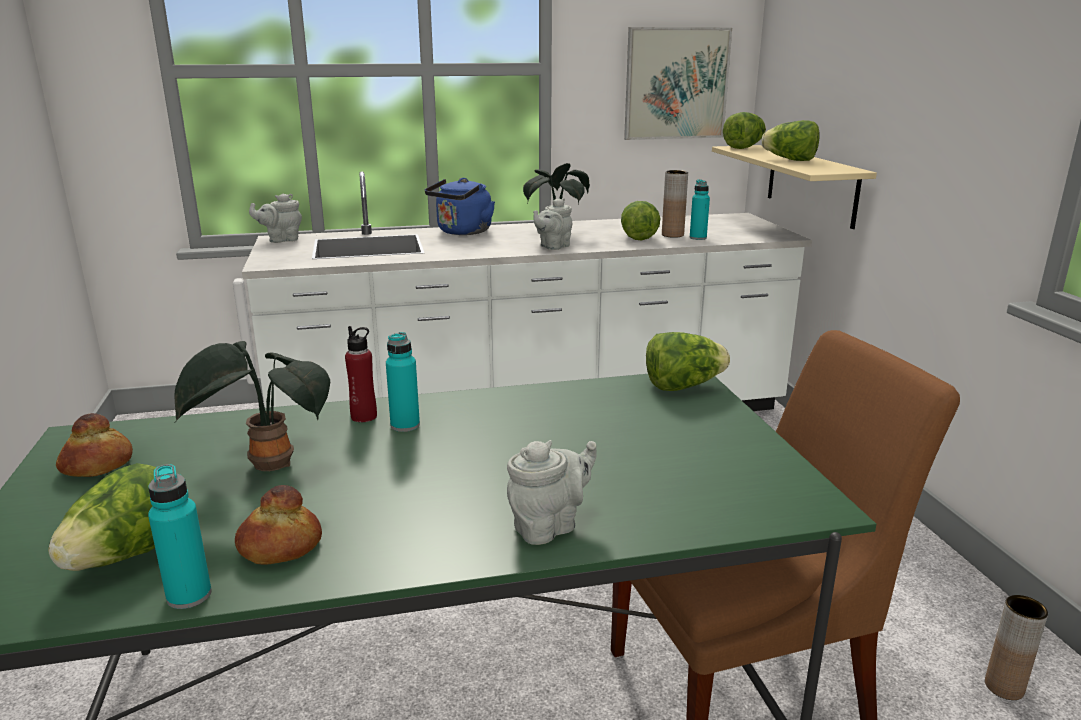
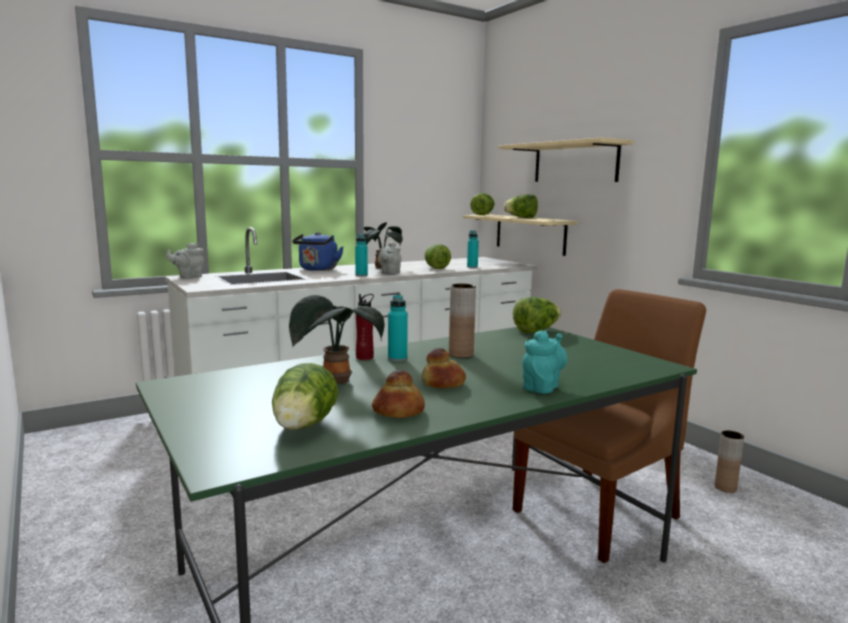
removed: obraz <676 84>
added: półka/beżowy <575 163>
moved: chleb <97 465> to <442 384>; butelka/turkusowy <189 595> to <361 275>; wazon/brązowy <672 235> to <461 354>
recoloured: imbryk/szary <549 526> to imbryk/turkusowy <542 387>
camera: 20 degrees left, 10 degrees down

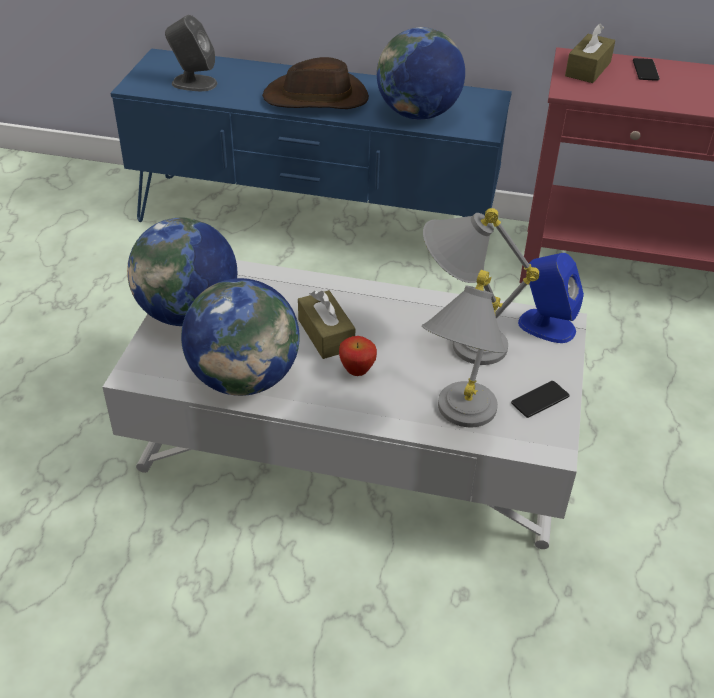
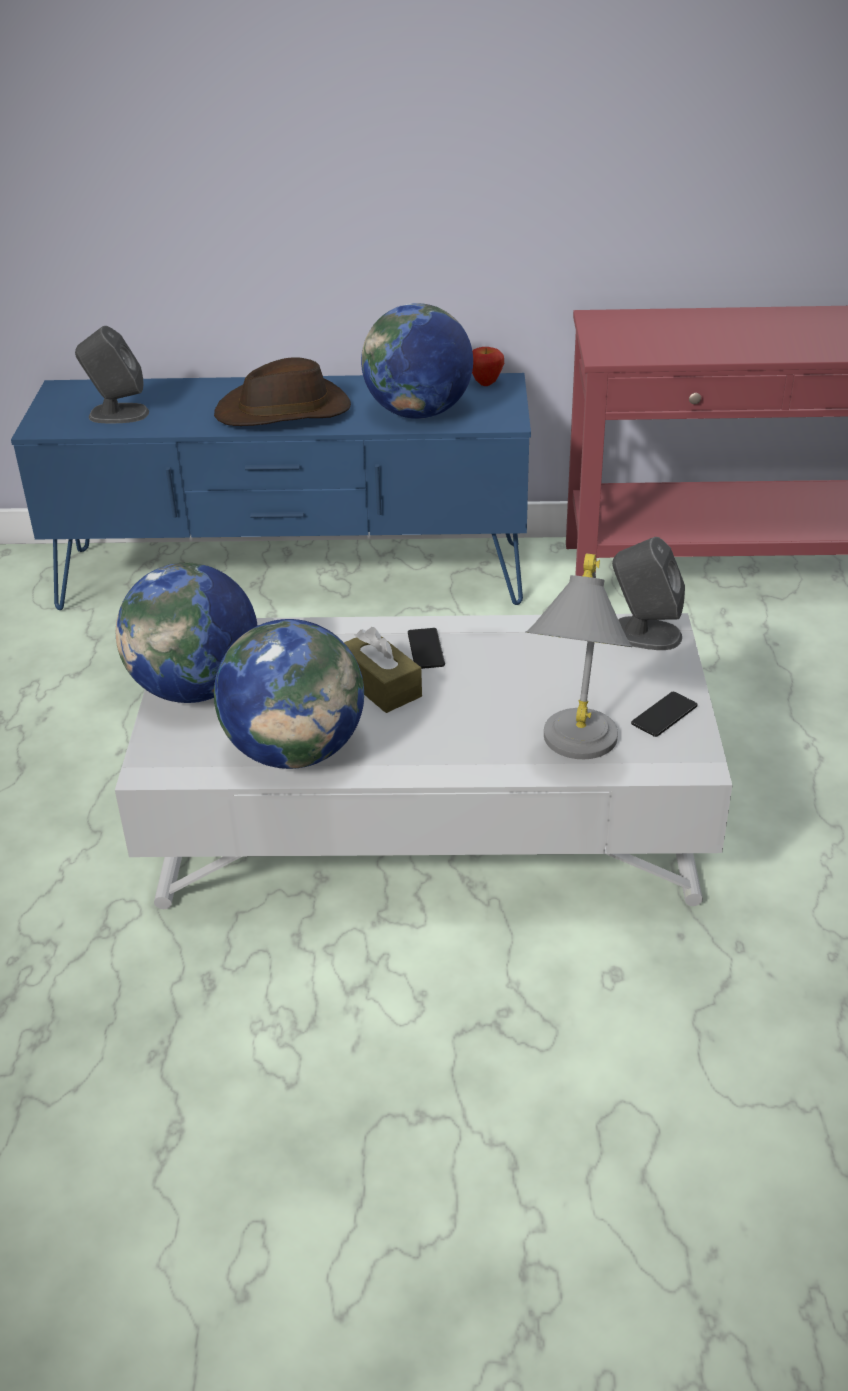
removed: lampa stołowa/szary <458 343>; pudełko chusteczek/brązowy <588 69>
moved: jabłko <357 372> to <486 383>; telefon <645 70> to <426 649>
recoloured: głośnik/niebieski <546 326> to głośnik/szary <644 634>
camera: 10 degrees left, 5 degrees down

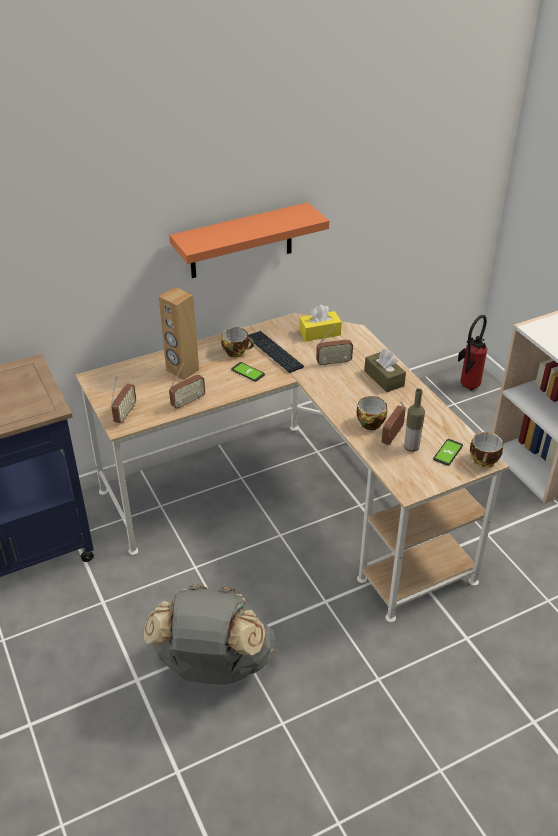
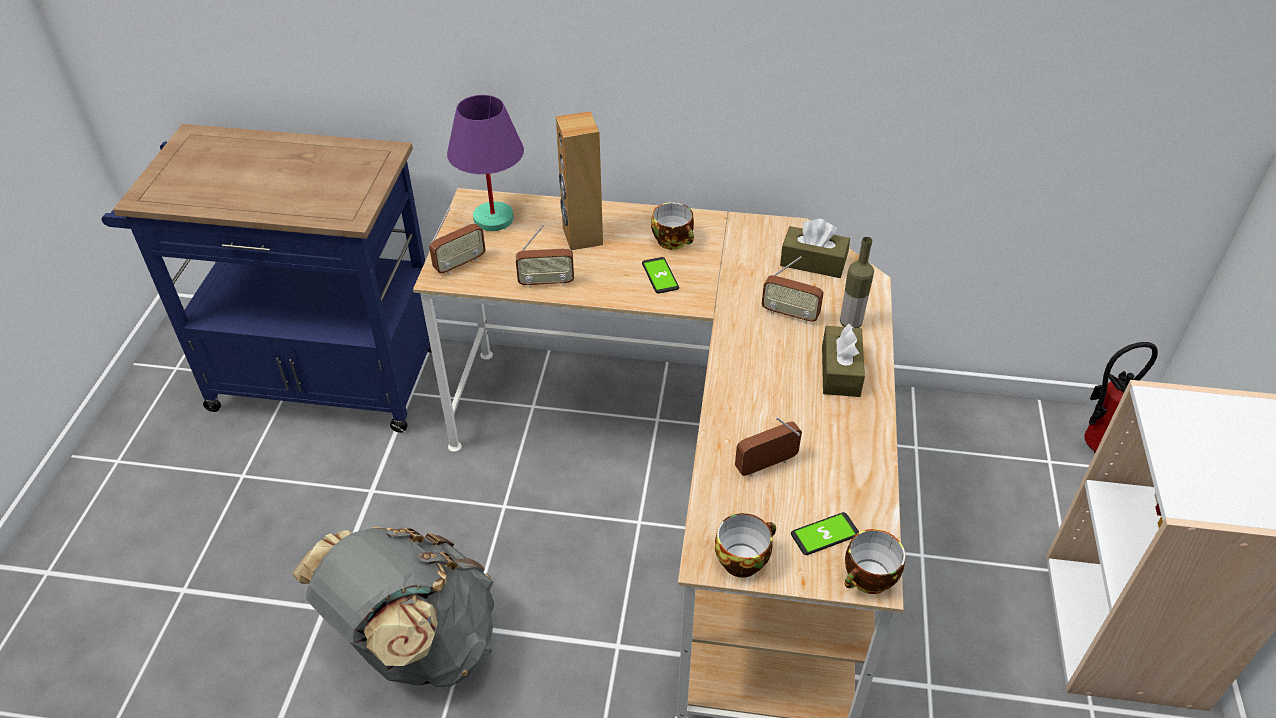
removed: półka/pomarańczowy <241 241>; klawiatura <274 352>
added: lampa stołowa/fioletowy <494 218>
moved: filiżanka <370 422> to <743 558>; butelka <411 447> to <850 323>
recoloured: pudełko chusteczek/żółty <319 333> to pudełko chusteczek/brązowy <813 262>
camera: 35 degrees right, 5 degrees up

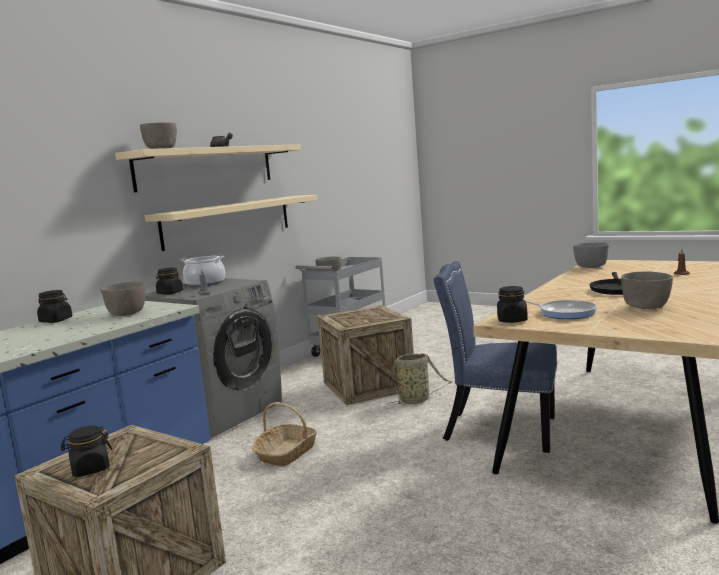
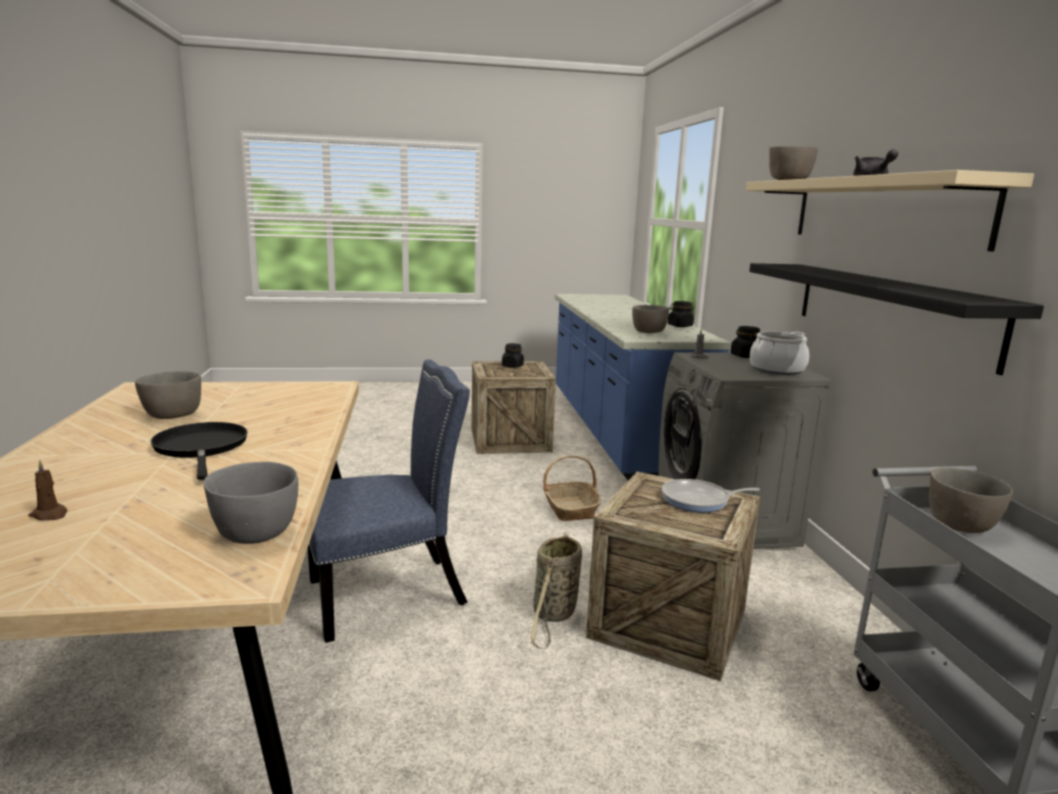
removed: słoik/czarny <512 320>
moved: patelnia <564 313> to <699 500>
recoloured: półka/beżowy <229 221> to półka/czarny <887 309>
camera: 135 degrees right, 5 degrees up

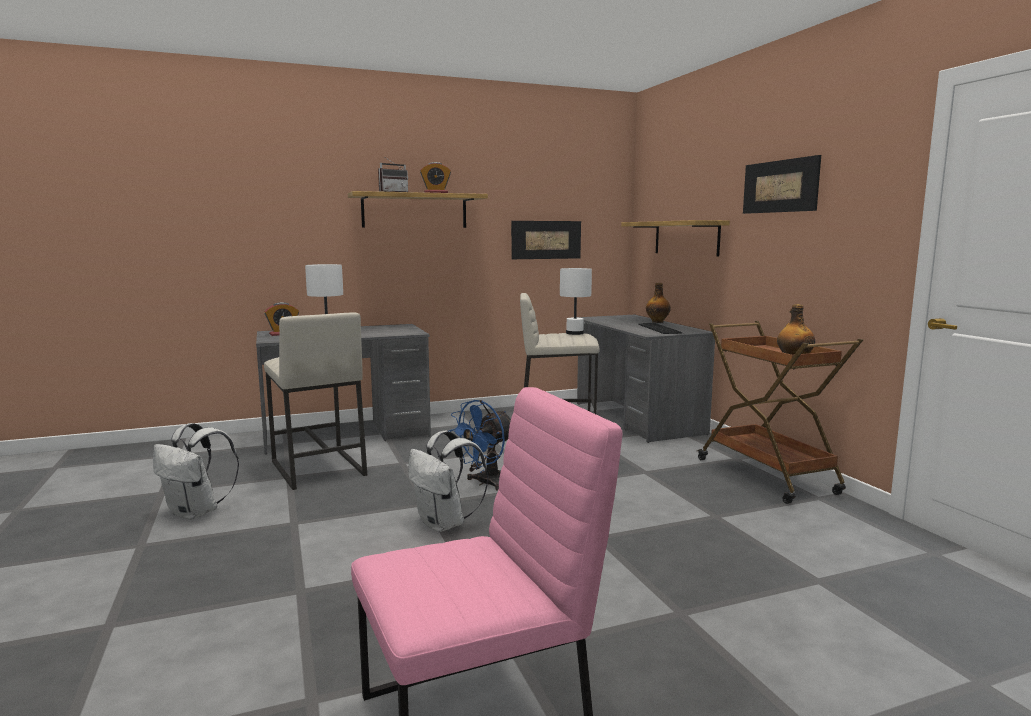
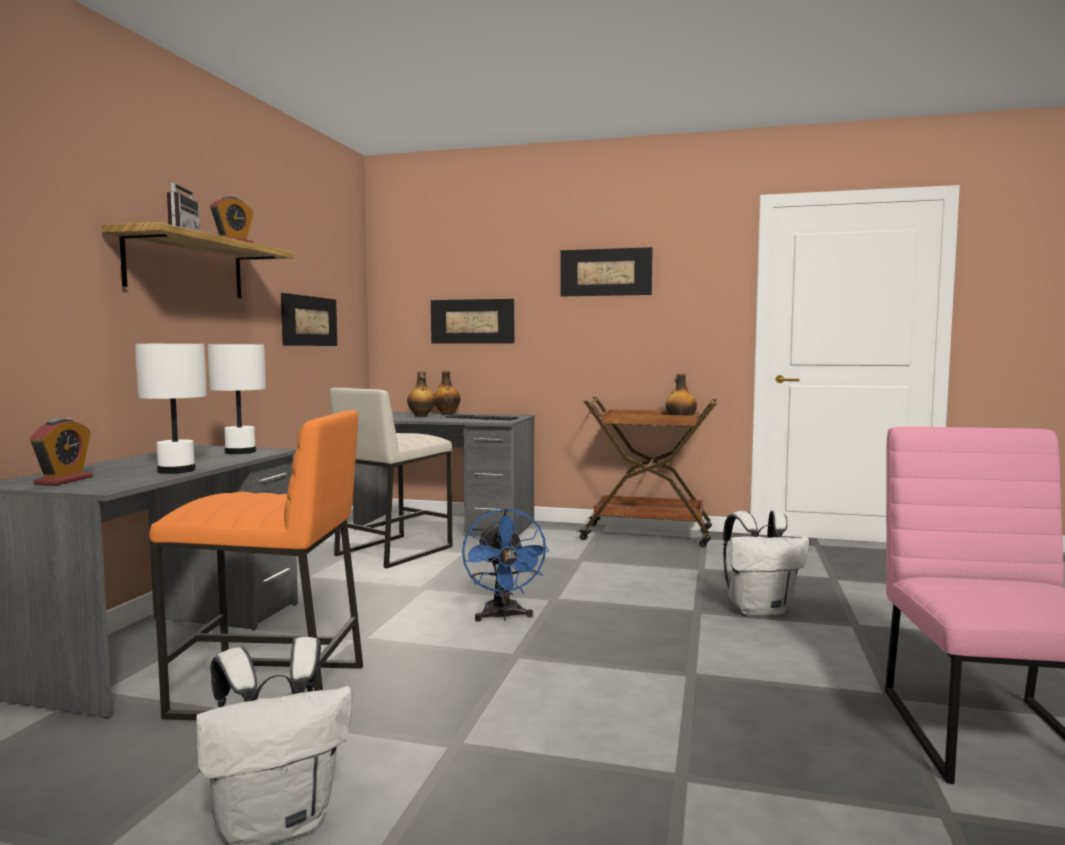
added: butelka <421 416>
moved: plecak/biały <444 524> to <760 610>; lampa stołowa/biały <574 333> to <240 452>
replaced: półka <686 238> to obraz <472 321>
recoloured: stołek/beżowy <318 468> to stołek/pomarańczowy <270 690>
camera: 55 degrees left, 5 degrees down

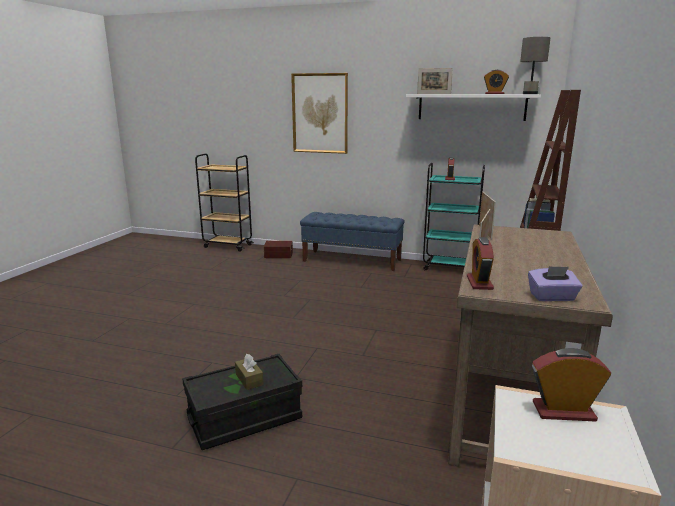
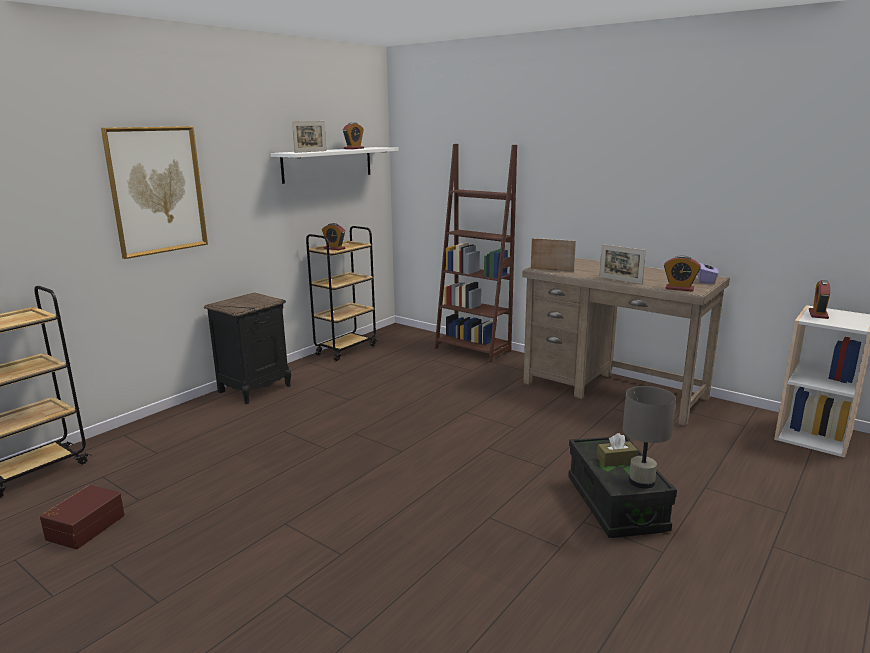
moved: pojemnik do przechowywania/brązowy <278 254> to <84 527>; lampa stołowa/szary <529 94> to <641 481>
replaced: ławka/niebieski <352 260> to szafka nocna/czarny <255 389>
recoloured: wózek/turkusowy <450 268> to wózek/brązowy <346 350>
camera: 70 degrees left, 0 degrees up

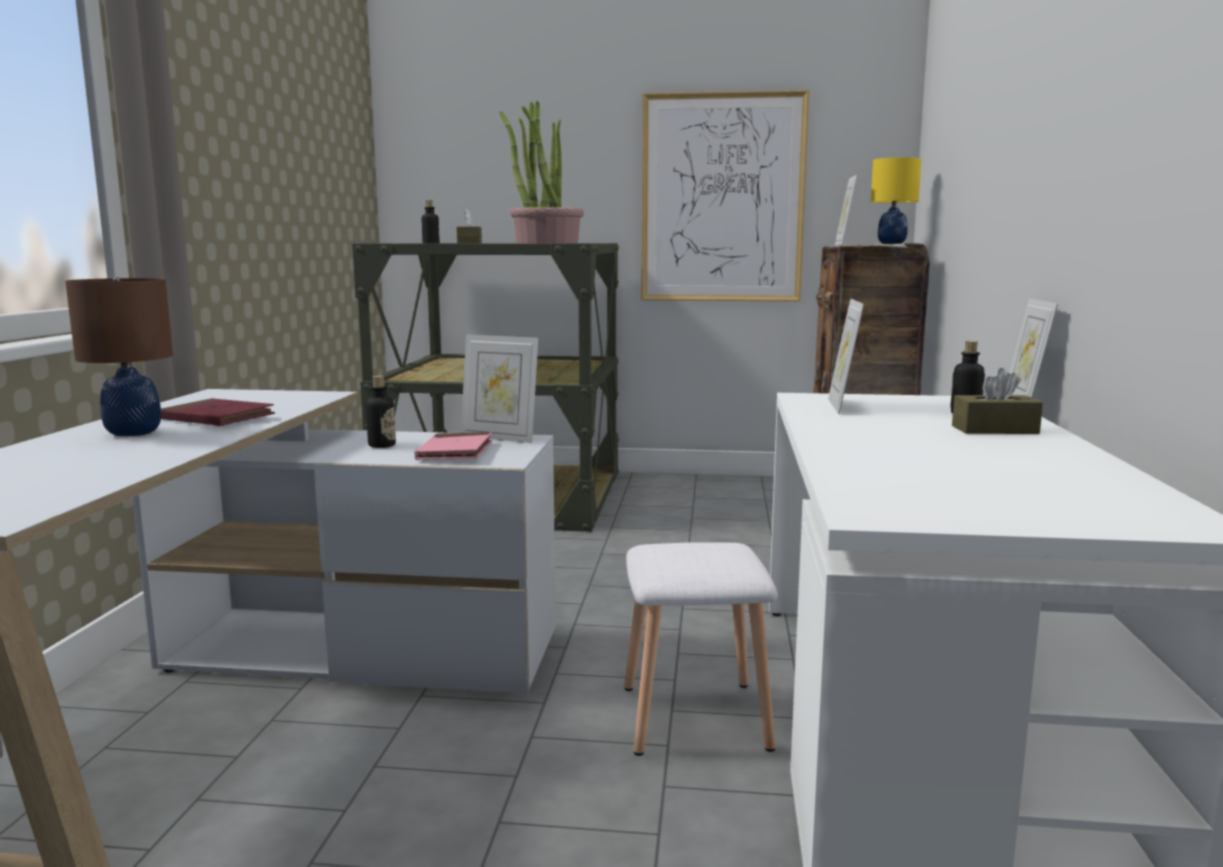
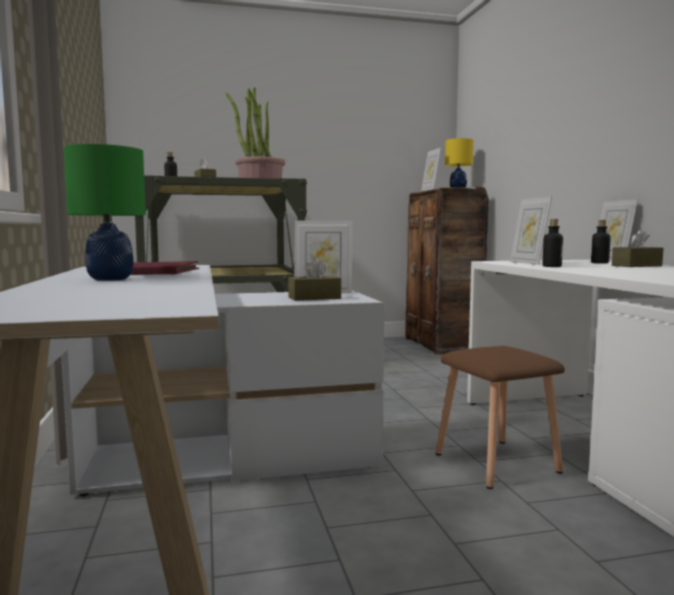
removed: obraz <722 198>
moved: butelka <382 445> to <552 266>
replaced: książka/różowy <455 452> to pudełko chusteczek/brązowy <314 298>
recoloured: lampa stołowa/brązowy <135 434> to lampa stołowa/zielony <112 279>; stołek/biały <696 718> to stołek/brązowy <498 463>
camera: 20 degrees left, 5 degrees down

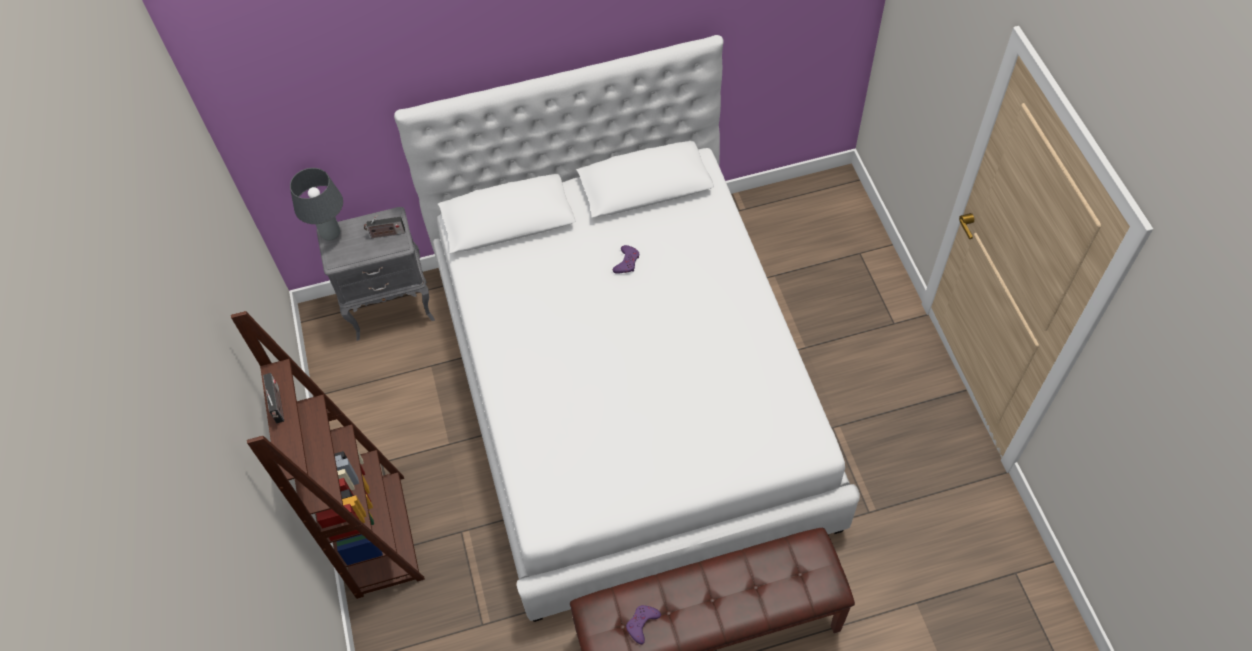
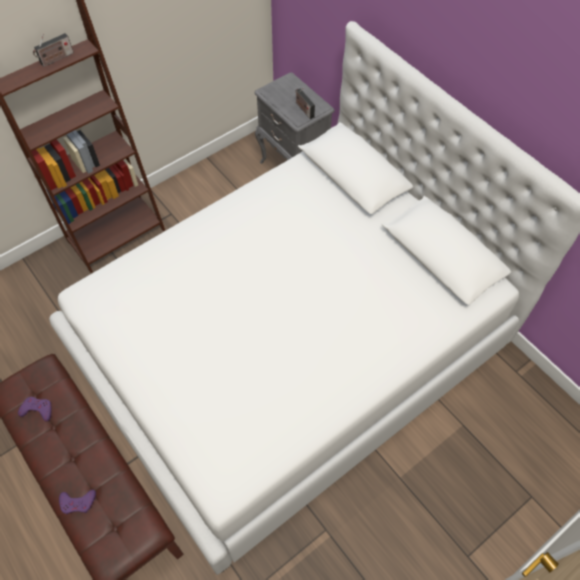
removed: lampa stołowa/szary <330 233>
moved: pad do gier/fioletowy <626 262> to <78 502>
camera: 65 degrees right, 0 degrees up

